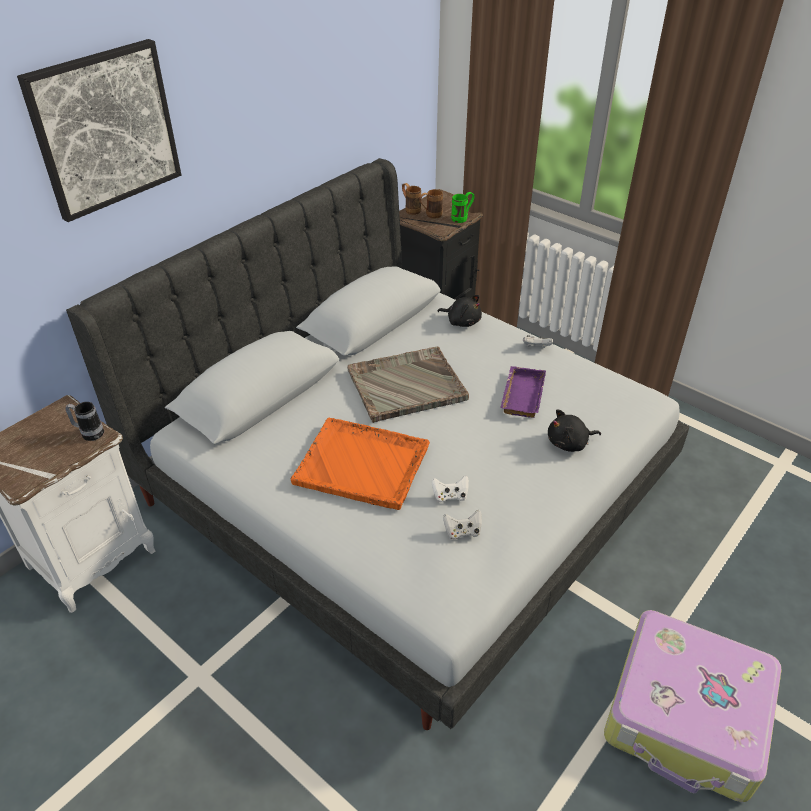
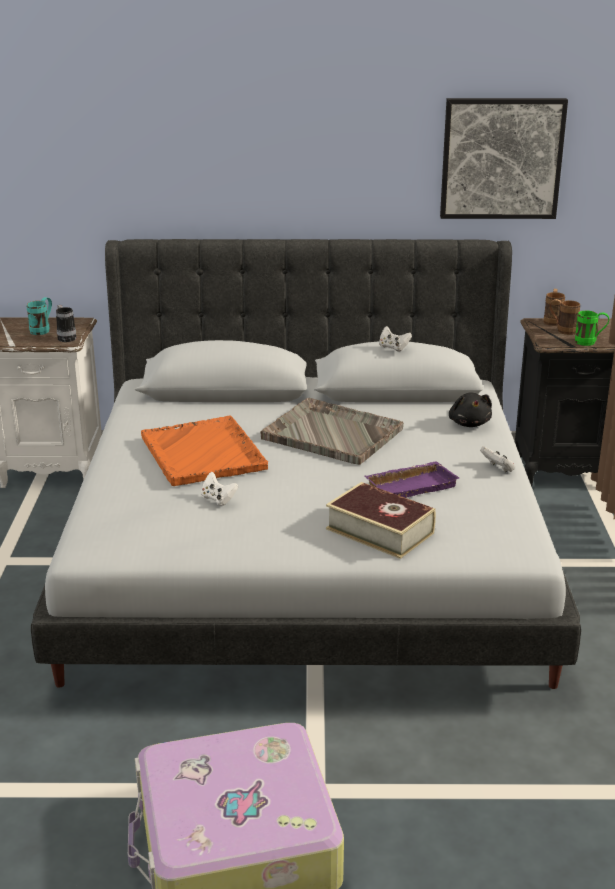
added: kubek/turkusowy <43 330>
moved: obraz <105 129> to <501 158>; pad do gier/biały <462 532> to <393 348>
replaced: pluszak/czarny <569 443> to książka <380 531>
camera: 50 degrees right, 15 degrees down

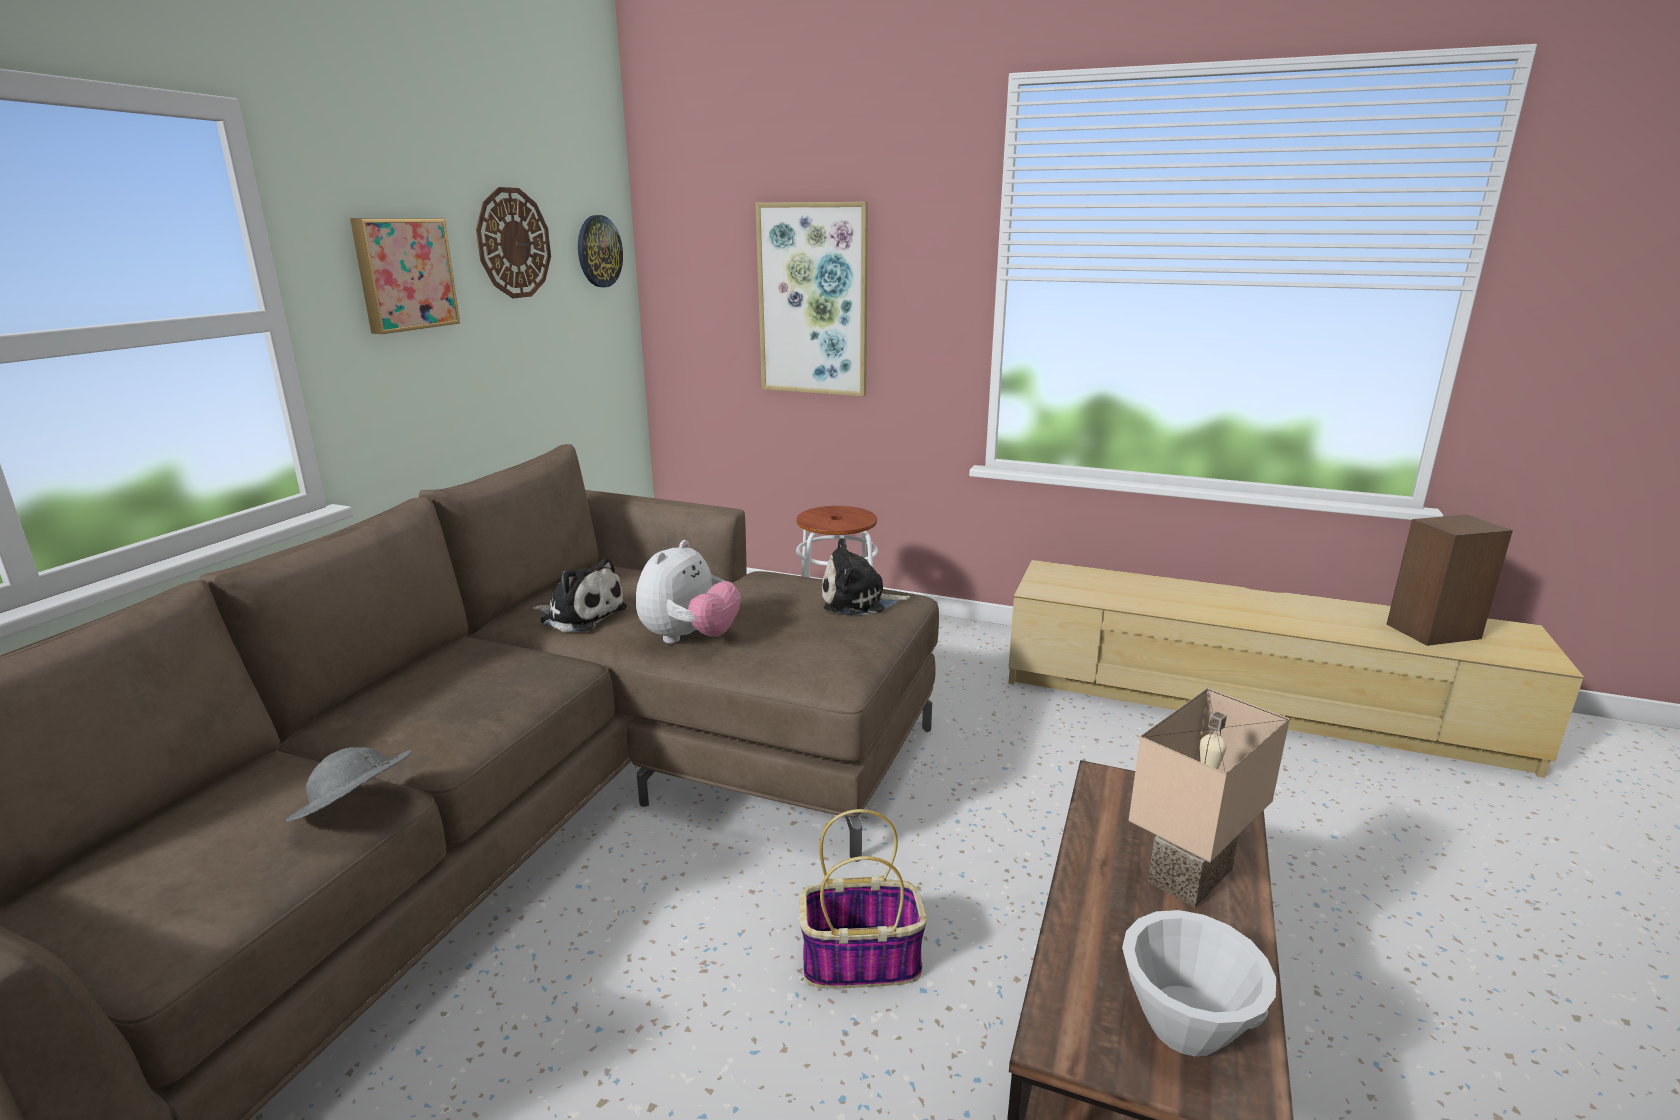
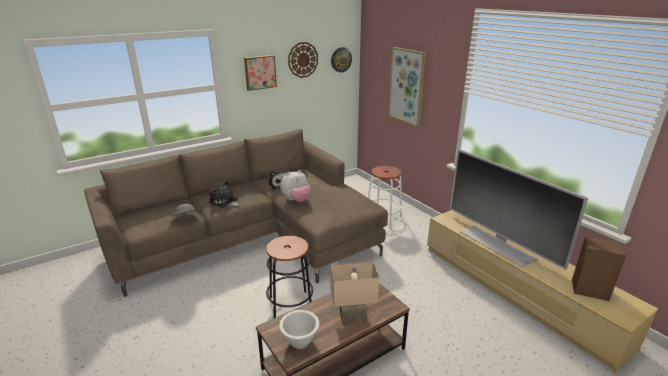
added: telewizor <497 244>
moved: pluszak <858 602> to <225 202>
replaced: koszyk <862 960> to stołek/czarny <290 306>
camera: 35 degrees right, 5 degrees up

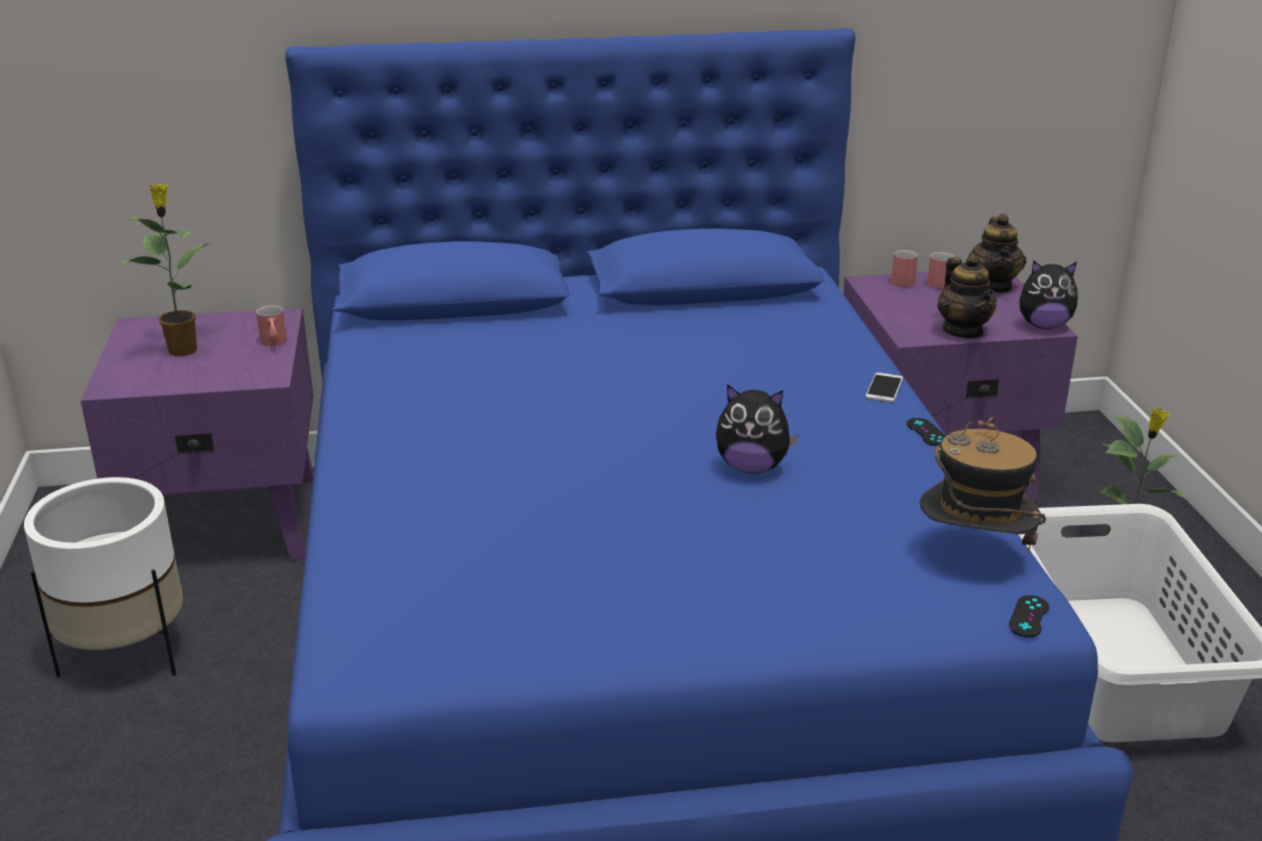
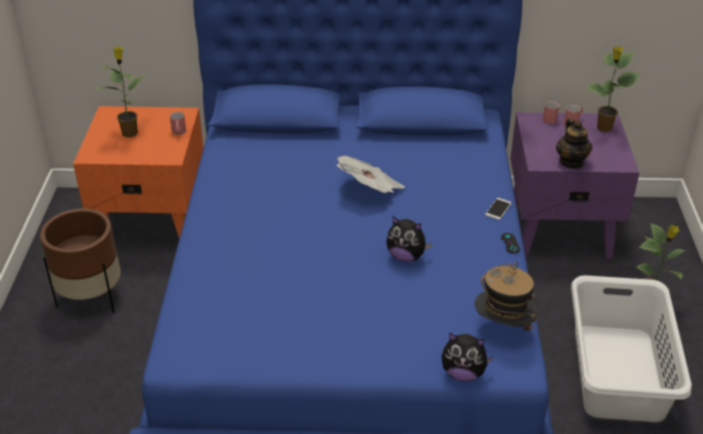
removed: pad do gier/czarny <1029 616>
added: gazeta <370 189>
moved: pluszak <1043 325> to <463 373>
replaced: imbryk <993 286> to roślina doniczkowa <604 128>
recoloured: donica/biały <126 654> to donica/brązowy <91 298>; szafka nocna/fioletowy <230 522> to szafka nocna/pomarańczowy <154 221>
camera: 10 degrees right, 10 degrees up

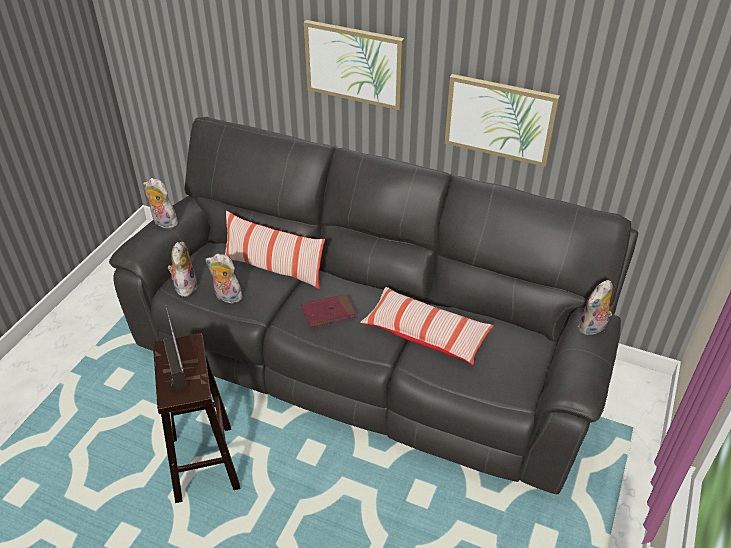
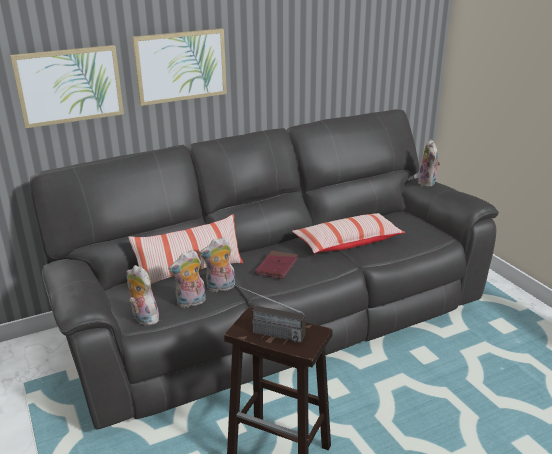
moved: pluszak <163 223> to <220 288>; obraz <500 119> to <69 85>
camera: 50 degrees left, 15 degrees down

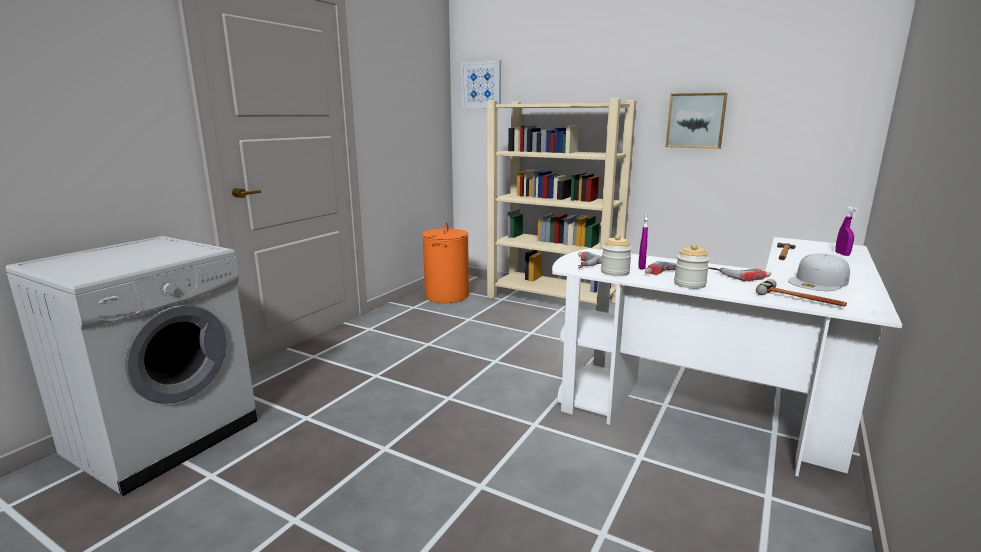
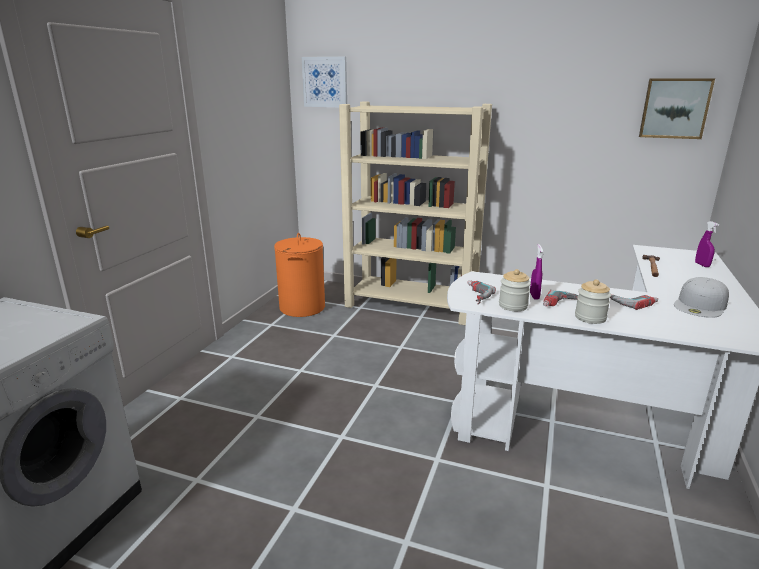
removed: młotek <800 299>
moved: obraz <696 120> to <674 108>
camera: 10 degrees left, 5 degrees up

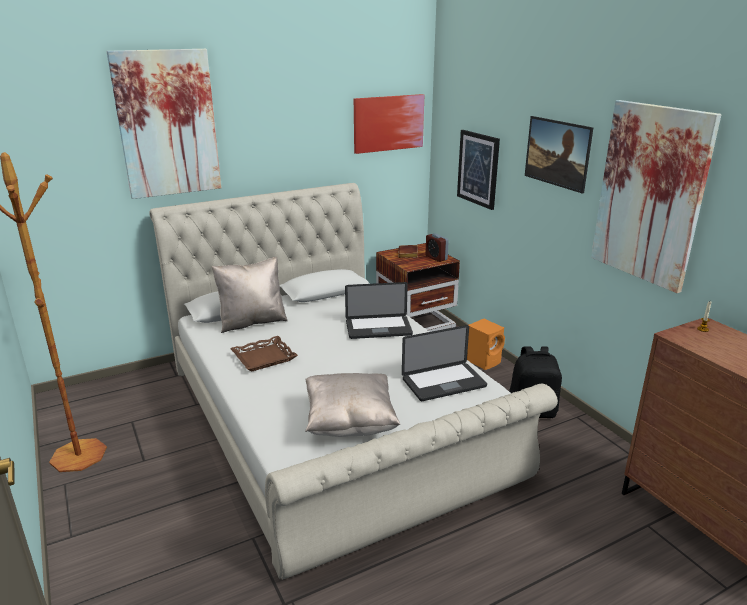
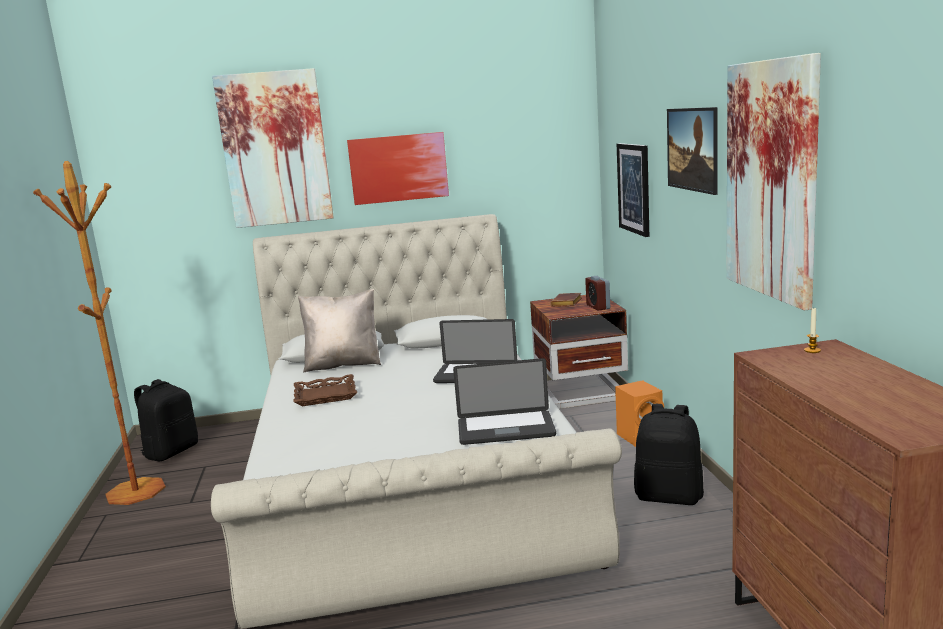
removed: poduszka/beżowy <350 423>
added: plecak/czarny <171 452>
moved: obraz <388 123> to <398 168>
camera: 20 degrees right, 10 degrees down

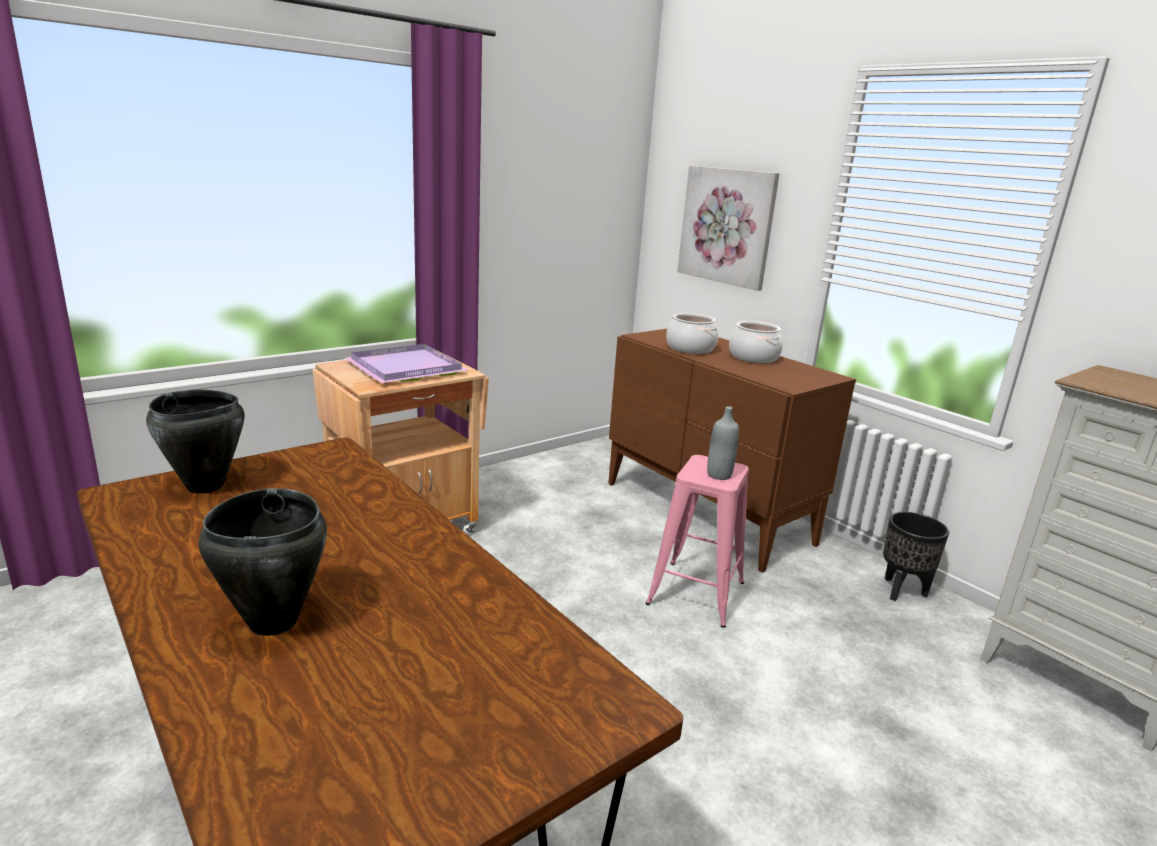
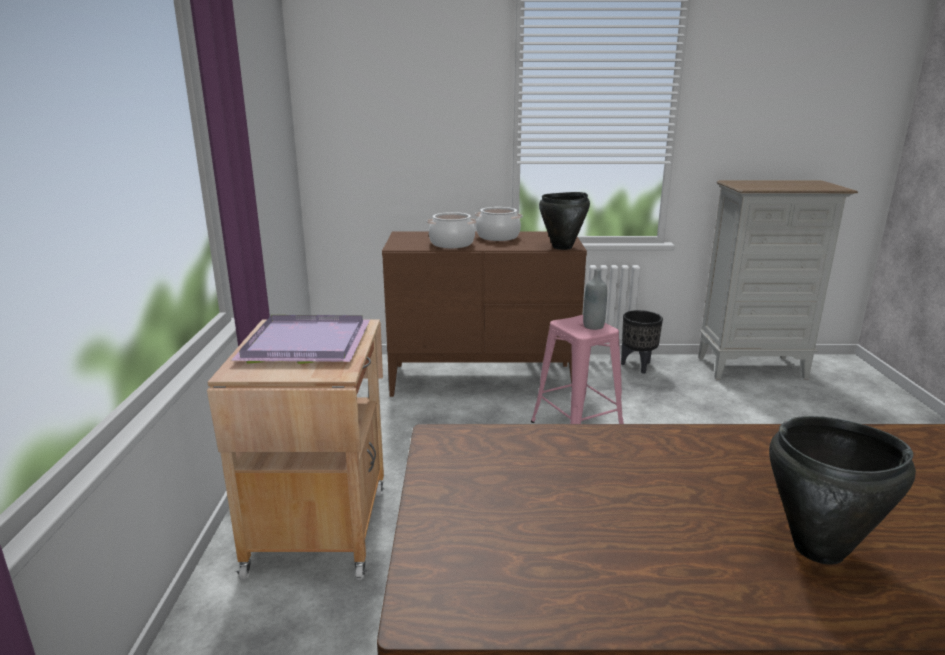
removed: obraz <727 226>
moved: garnek/czarny <205 486> to <562 247>
camera: 50 degrees left, 0 degrees up

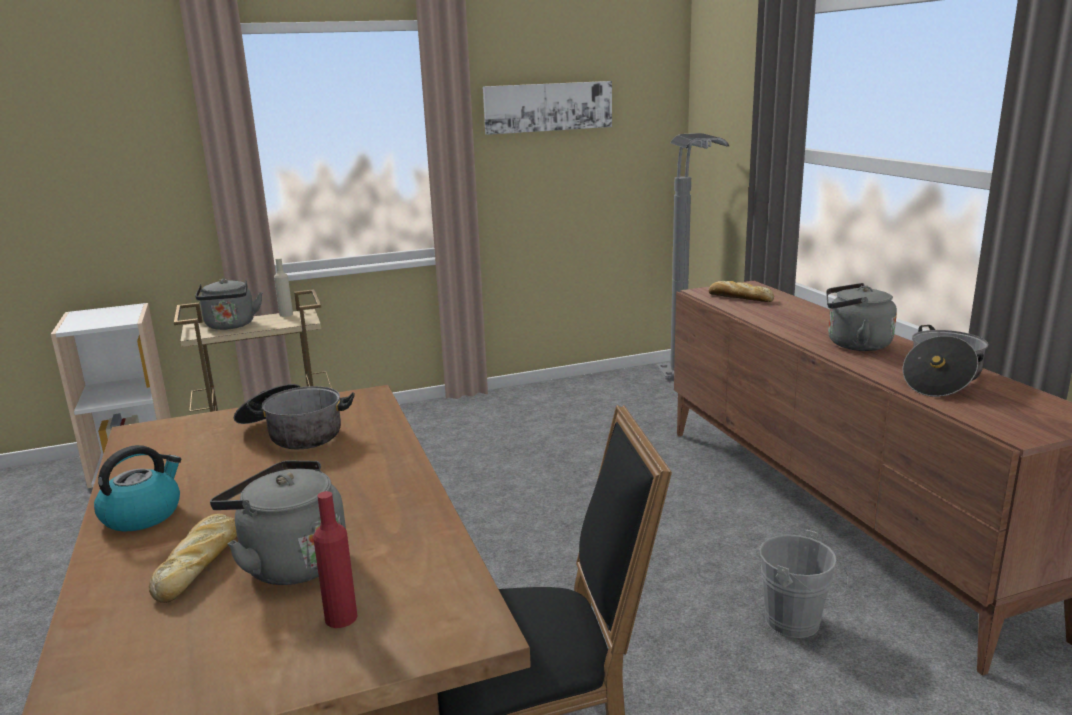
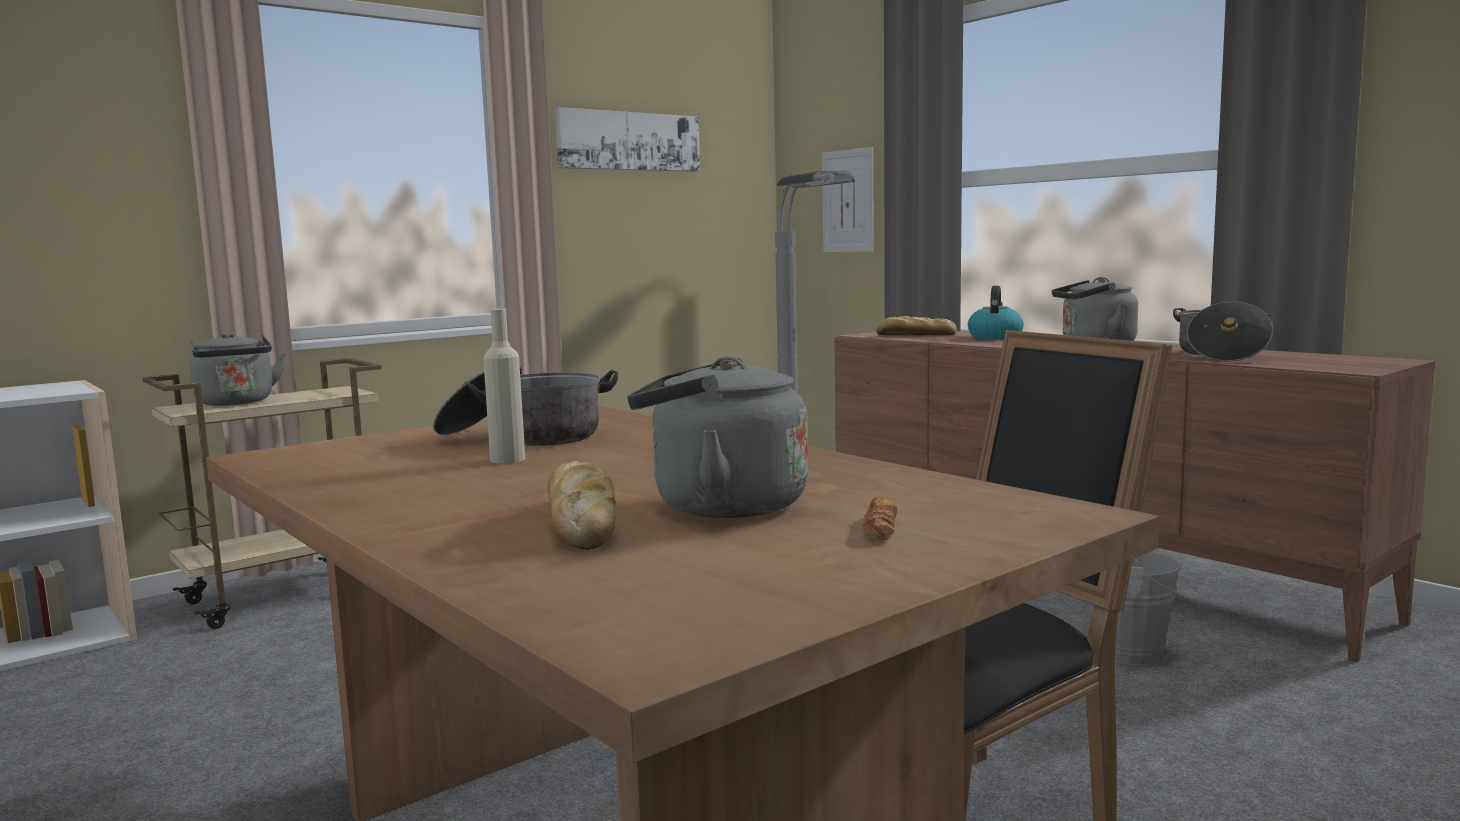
added: obraz <848 201>
moved: czajnik <143 514> to <995 337>; butelka/beżowy <286 314> to <507 459>
replaced: butelka/czerwony <341 617> to chleb <880 528>
camera: 20 degrees left, 10 degrees down

